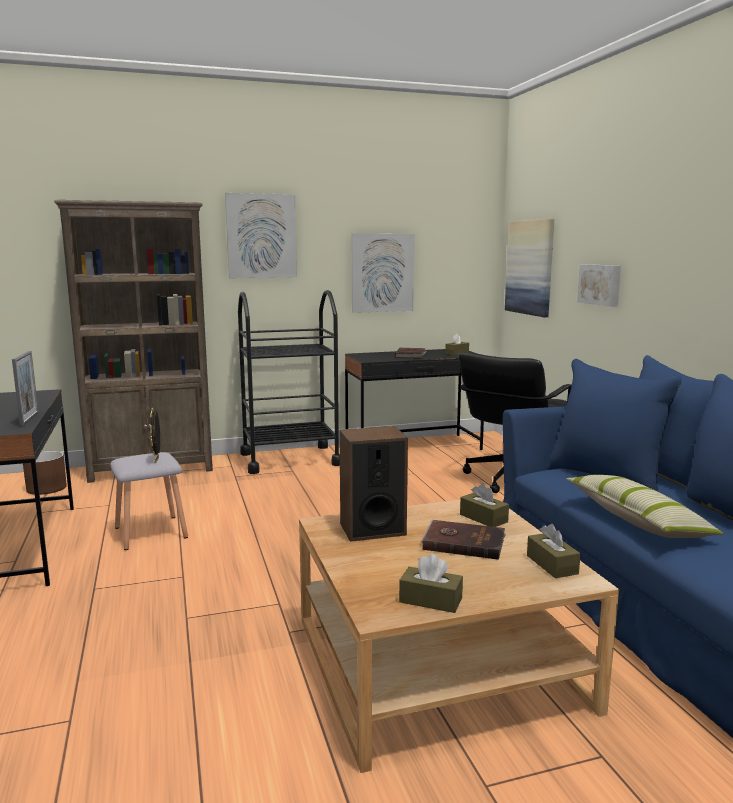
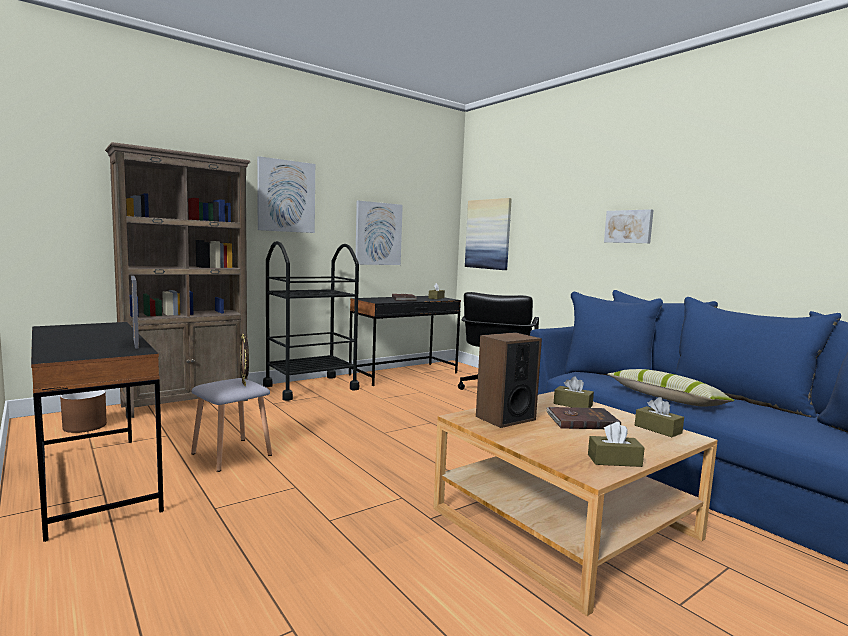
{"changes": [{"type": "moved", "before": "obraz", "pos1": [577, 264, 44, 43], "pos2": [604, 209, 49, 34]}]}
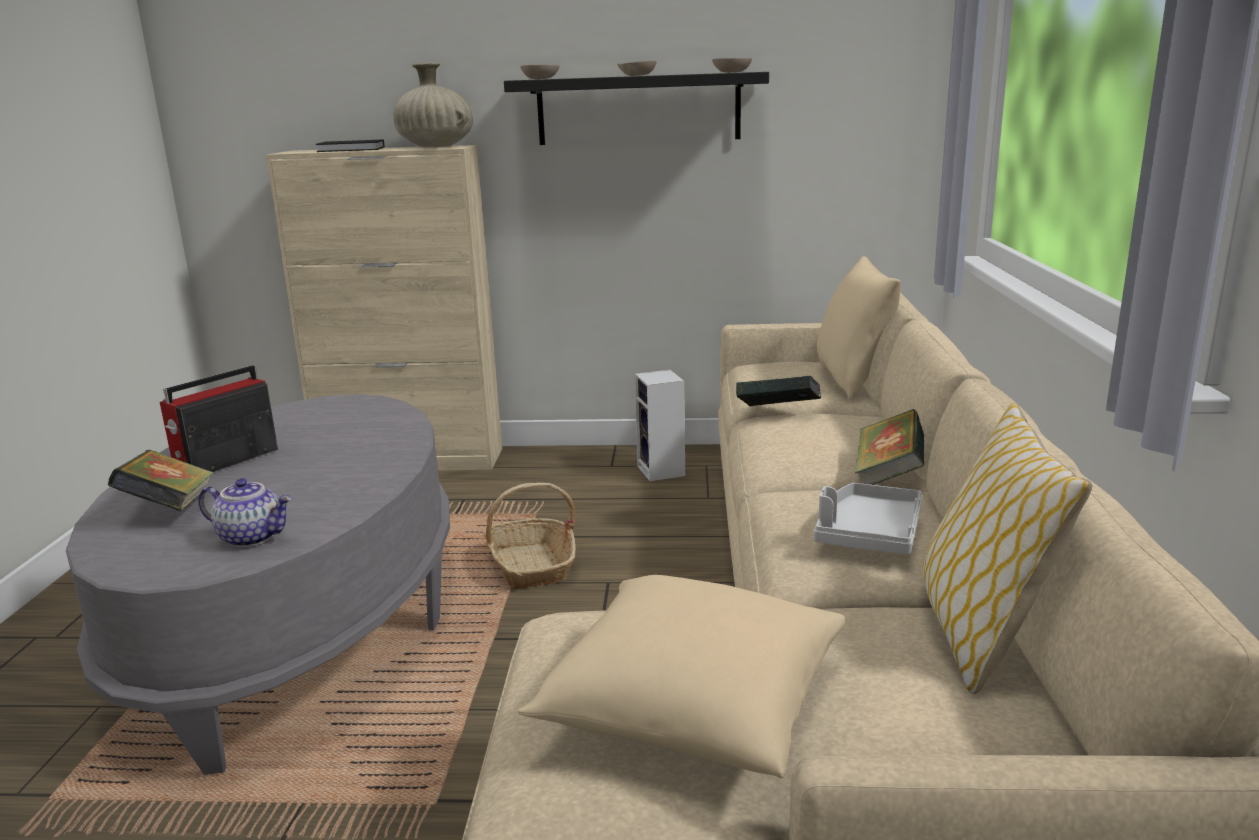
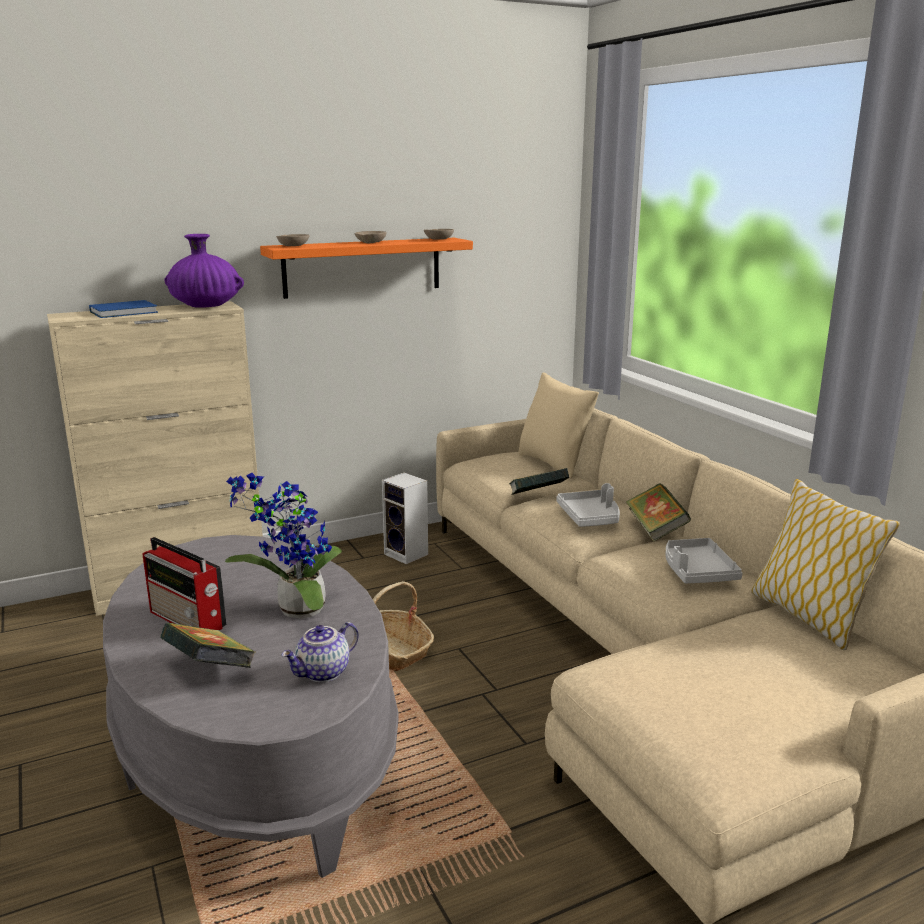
{"changes": [{"type": "removed", "before": "poduszka [beżowy]", "pos1": [518, 575, 327, 203]}, {"type": "added", "after": "roślina doniczkowa", "pos2": [225, 473, 117, 146]}, {"type": "added", "after": "taca [szary]", "pos2": [557, 483, 63, 44]}, {"type": "recoloured", "before": "książka [czarny]", "after": "książka [niebieski]", "pos1": [316, 139, 69, 13], "pos2": [89, 300, 69, 18]}, {"type": "recoloured", "before": "wazon [beżowy]", "after": "wazon [fioletowy]", "pos1": [394, 63, 79, 84], "pos2": [165, 234, 79, 74]}, {"type": "recoloured", "before": "półka [czarny]", "after": "półka [pomarańczowy]", "pos1": [504, 72, 265, 73], "pos2": [260, 238, 213, 61]}, {"type": "turned", "before": "radio", "pos1": [160, 366, 118, 106], "pos2": [142, 537, 84, 93], "turn": -60}, {"type": "turned", "before": "imbryk", "pos1": [198, 478, 94, 70], "pos2": [282, 622, 77, 60], "turn": 150}]}
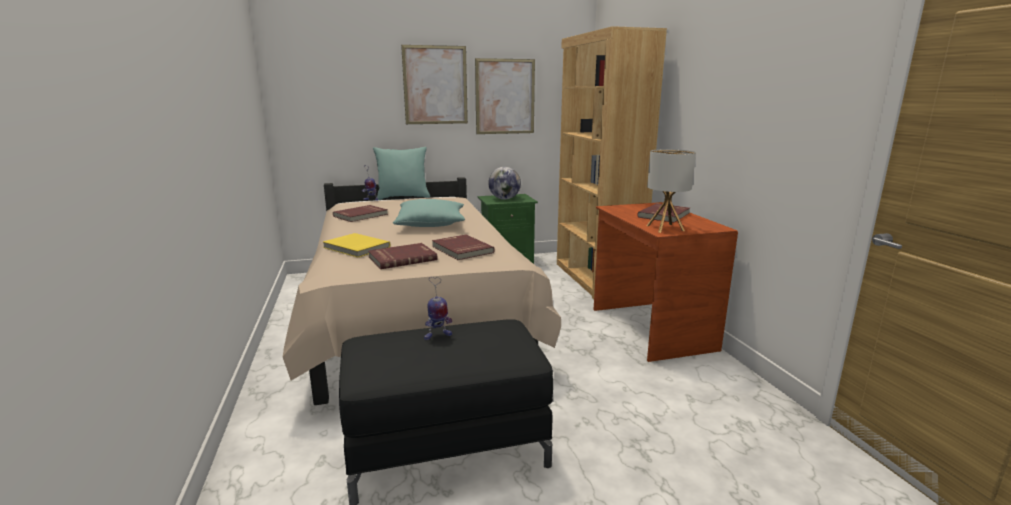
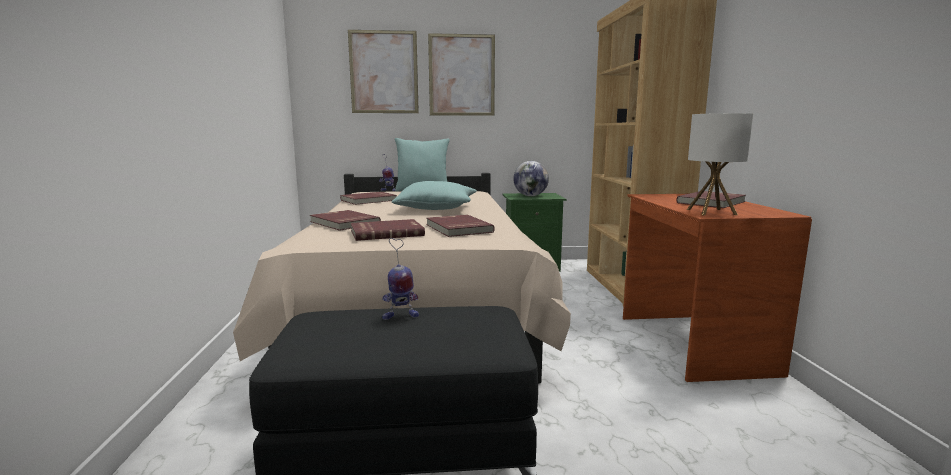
{"changes": [{"type": "moved", "before": "obraz", "pos1": [475, 58, 60, 76], "pos2": [348, 30, 71, 83]}, {"type": "recoloured", "before": "książka [żółty]", "after": "książka [czerwony]", "pos1": [323, 233, 67, 24], "pos2": [310, 210, 71, 21]}]}
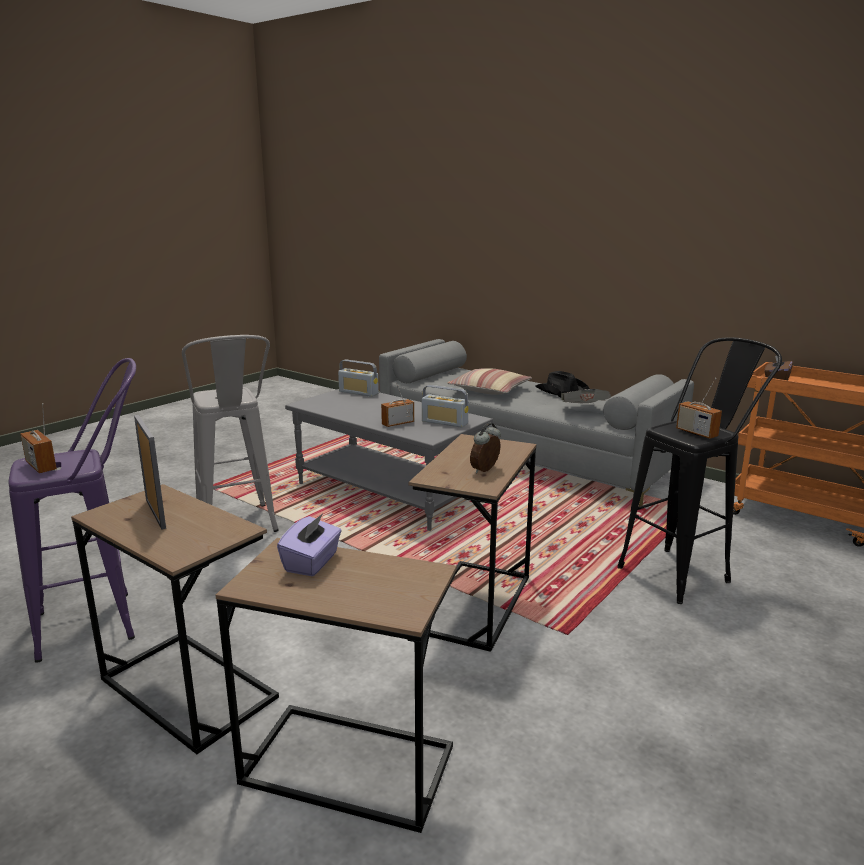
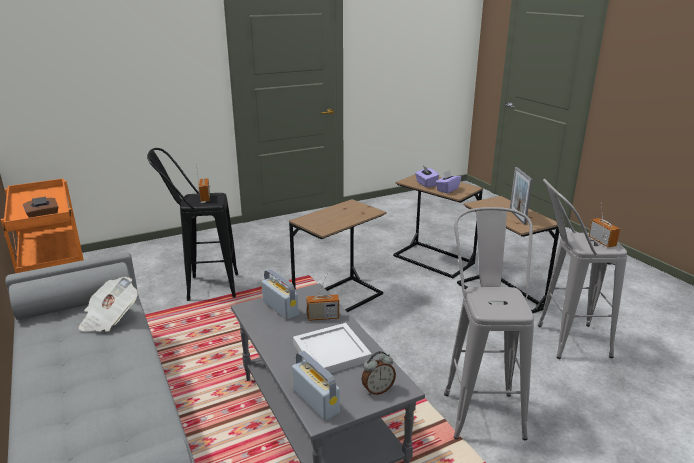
{"changes": [{"type": "removed", "before": "poduszka", "pos1": [447, 368, 85, 27]}, {"type": "removed", "before": "kapelusz [czarny]", "pos1": [535, 371, 55, 26]}, {"type": "added", "after": "taca [biały]", "pos2": [293, 323, 79, 50]}, {"type": "added", "after": "pudełko chusteczek [fioletowy]", "pos2": [415, 166, 24, 21]}, {"type": "moved", "before": "budzik", "pos1": [470, 423, 31, 50], "pos2": [362, 351, 34, 44]}, {"type": "recoloured", "before": "stołek [fioletowy]", "after": "stołek [szary]", "pos1": [9, 358, 127, 304], "pos2": [538, 179, 89, 180]}]}
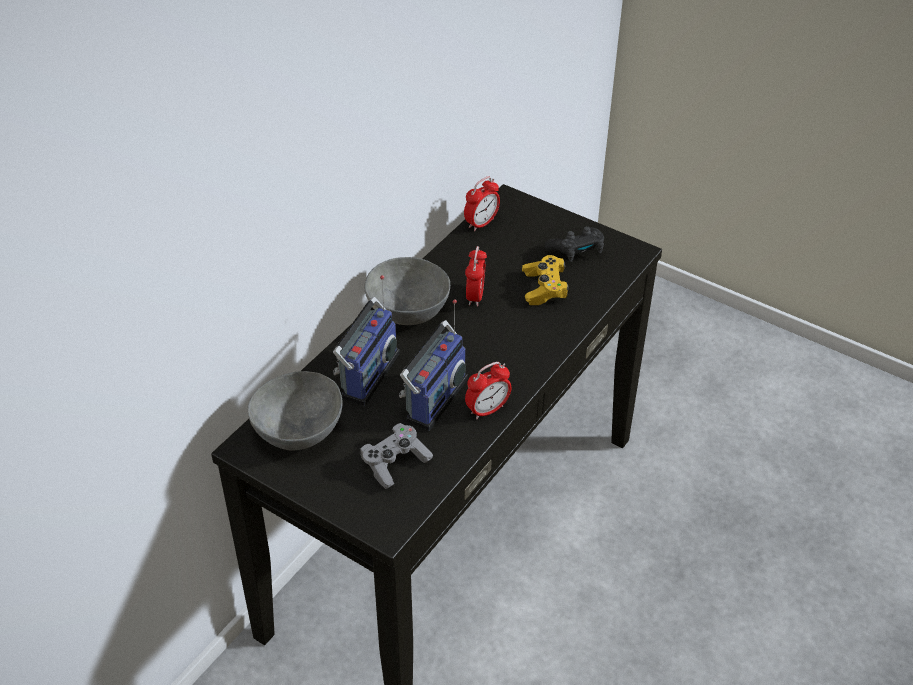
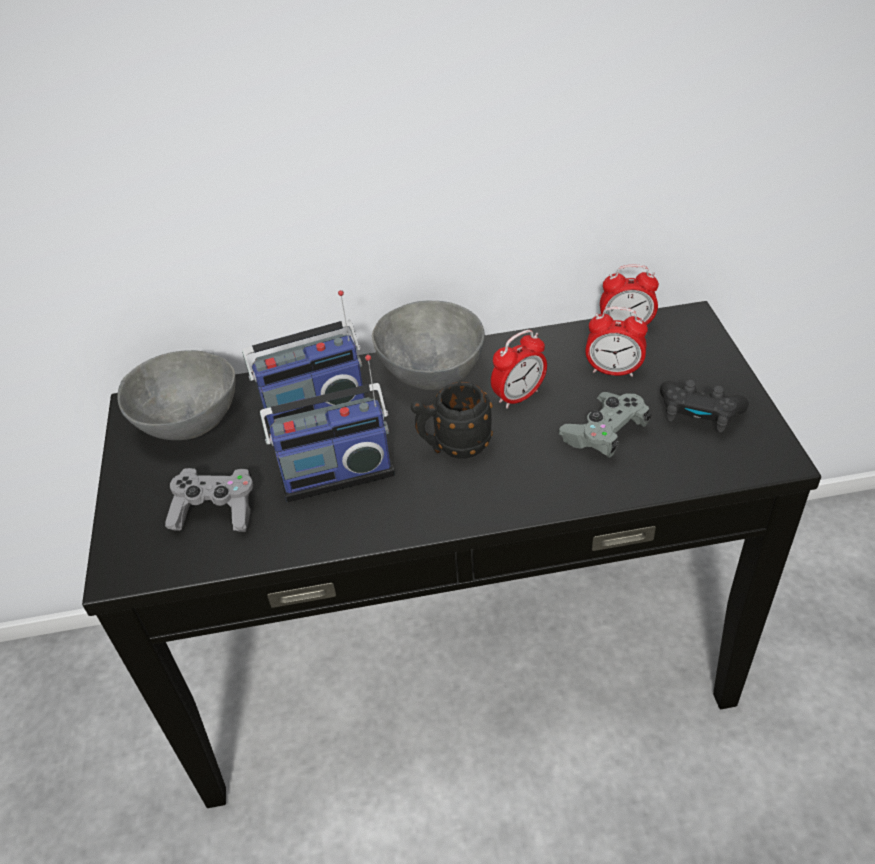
{"changes": [{"type": "added", "after": "kubek [czarny]", "pos2": [411, 382, 82, 77]}, {"type": "moved", "before": "budzik", "pos1": [465, 362, 46, 57], "pos2": [585, 307, 63, 70]}, {"type": "recoloured", "before": "pad do gier [żółty]", "after": "pad do gier [szary]", "pos1": [522, 255, 47, 50], "pos2": [559, 392, 93, 66]}]}
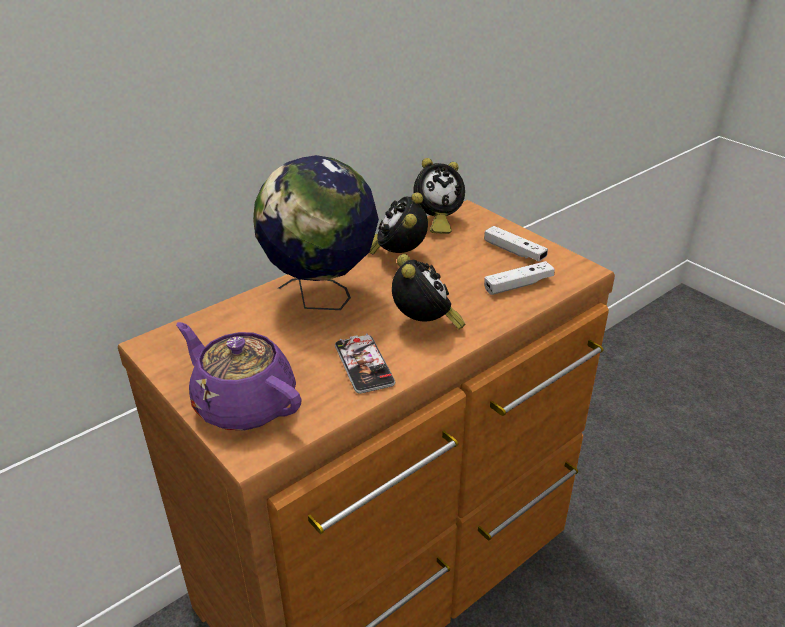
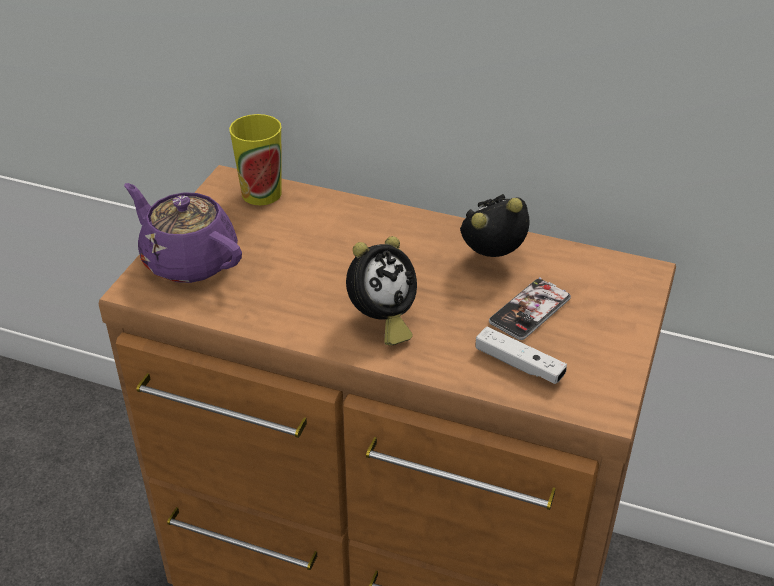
{"changes": [{"type": "removed", "before": "globus", "pos1": [253, 155, 126, 155]}, {"type": "removed", "before": "budzik", "pos1": [413, 158, 52, 76]}, {"type": "removed", "before": "pad do gier [biały]", "pos1": [484, 226, 64, 35]}, {"type": "added", "after": "filiżanka", "pos2": [229, 114, 53, 91]}, {"type": "moved", "before": "telefon", "pos1": [335, 333, 60, 61], "pos2": [489, 277, 82, 63]}, {"type": "turned", "before": "imbryk [fioletowy]", "pos1": [176, 322, 126, 108], "pos2": [124, 183, 118, 100], "turn": -60}]}
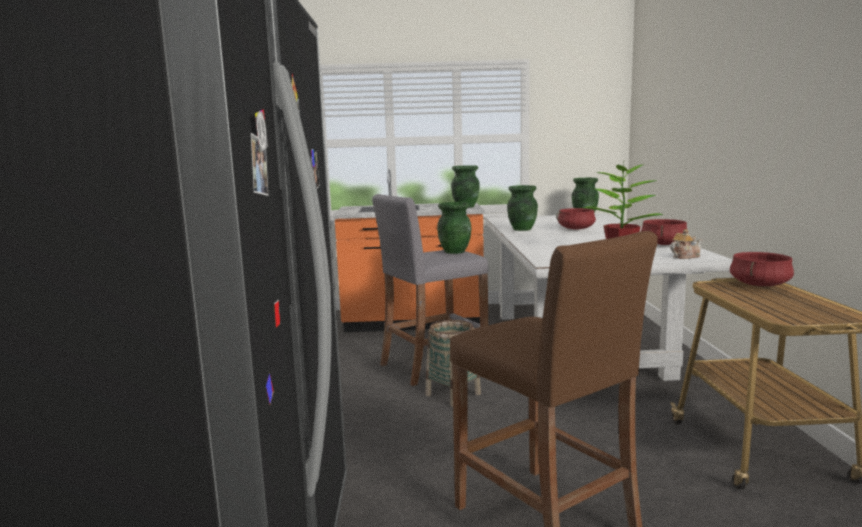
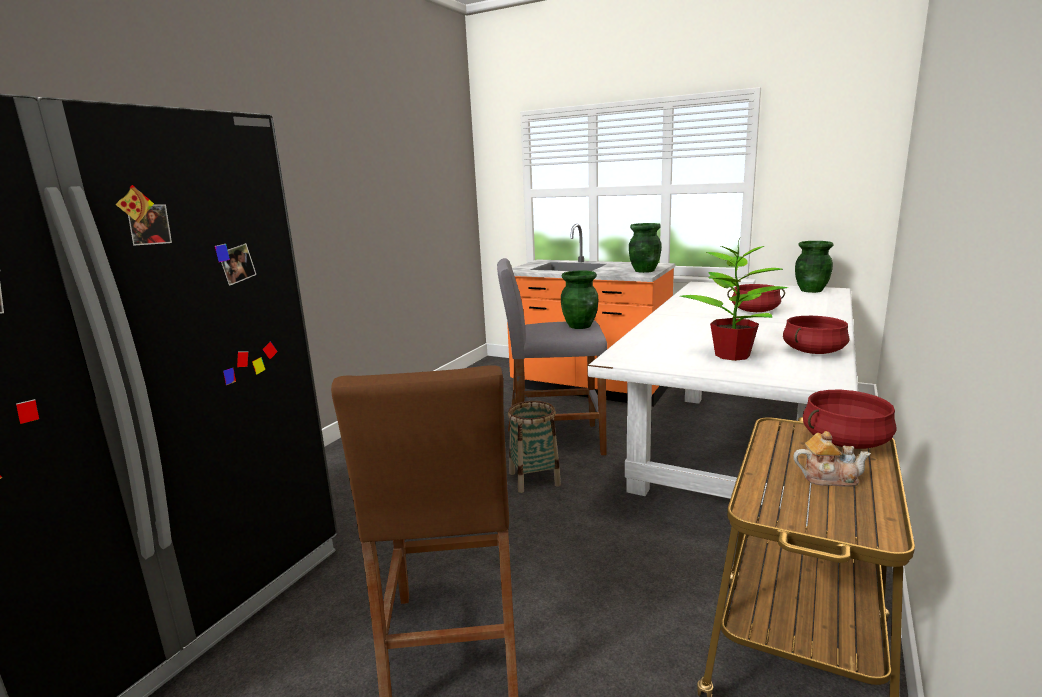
{"changes": [{"type": "removed", "before": "wazon [zielony]", "pos1": [507, 185, 31, 46]}, {"type": "moved", "before": "imbryk", "pos1": [670, 229, 33, 30], "pos2": [793, 431, 78, 56]}]}
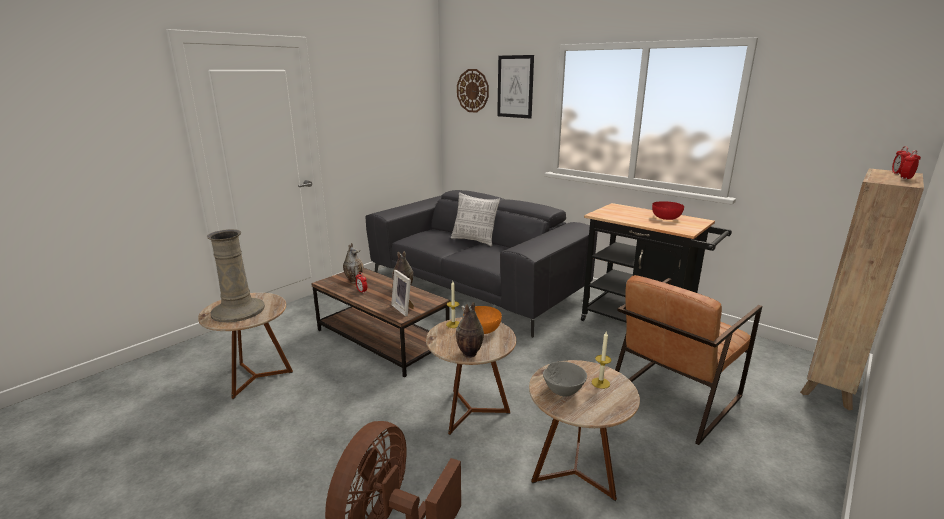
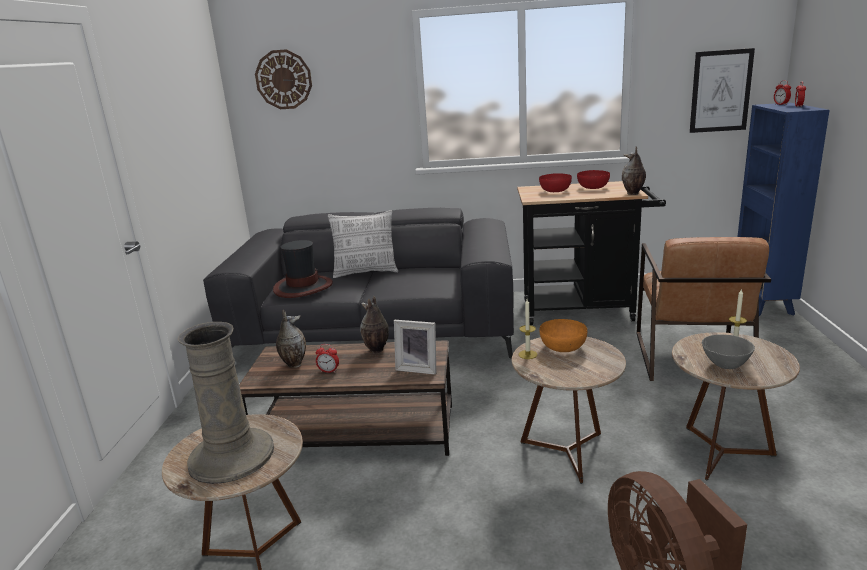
{"changes": [{"type": "added", "after": "kapelusz", "pos2": [273, 240, 60, 58]}, {"type": "added", "after": "miska [czerwony]", "pos2": [539, 174, 33, 18]}, {"type": "moved", "before": "wazon", "pos1": [455, 302, 29, 56], "pos2": [622, 146, 24, 49]}, {"type": "moved", "before": "obraz", "pos1": [497, 55, 37, 64], "pos2": [690, 48, 65, 85]}, {"type": "recoloured", "before": "regał [brązowy]", "after": "regał [niebieski]", "pos1": [800, 168, 124, 242], "pos2": [737, 103, 93, 213]}]}
